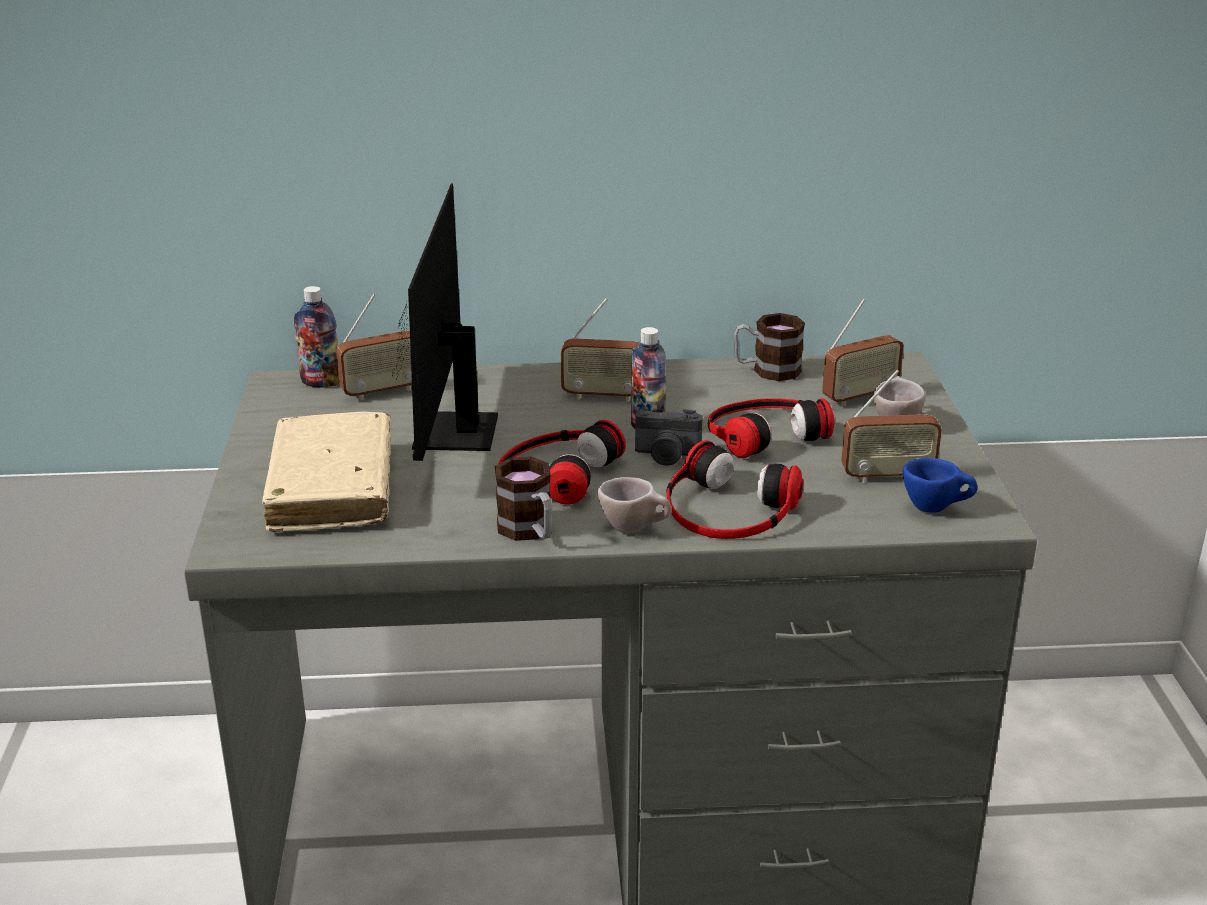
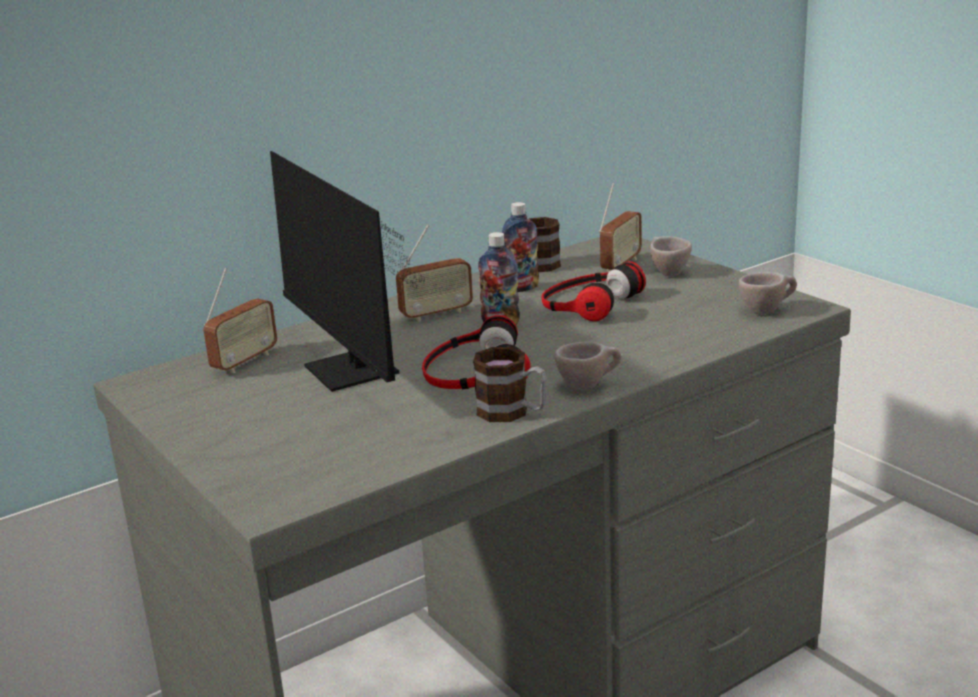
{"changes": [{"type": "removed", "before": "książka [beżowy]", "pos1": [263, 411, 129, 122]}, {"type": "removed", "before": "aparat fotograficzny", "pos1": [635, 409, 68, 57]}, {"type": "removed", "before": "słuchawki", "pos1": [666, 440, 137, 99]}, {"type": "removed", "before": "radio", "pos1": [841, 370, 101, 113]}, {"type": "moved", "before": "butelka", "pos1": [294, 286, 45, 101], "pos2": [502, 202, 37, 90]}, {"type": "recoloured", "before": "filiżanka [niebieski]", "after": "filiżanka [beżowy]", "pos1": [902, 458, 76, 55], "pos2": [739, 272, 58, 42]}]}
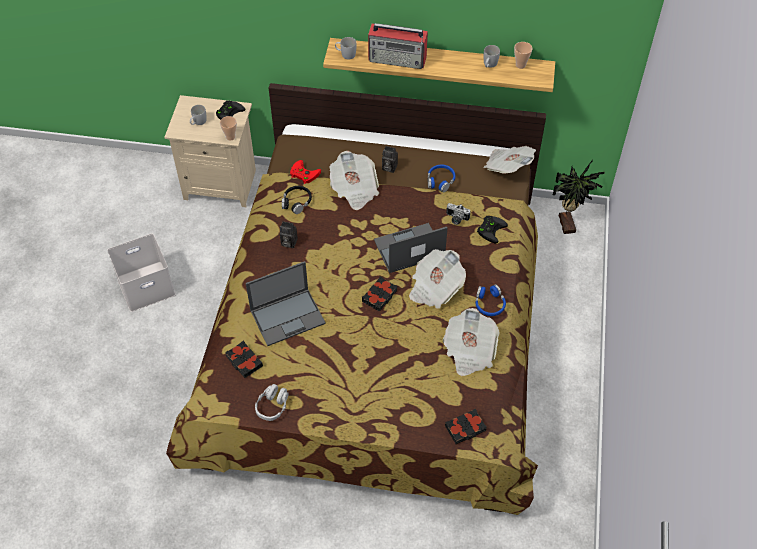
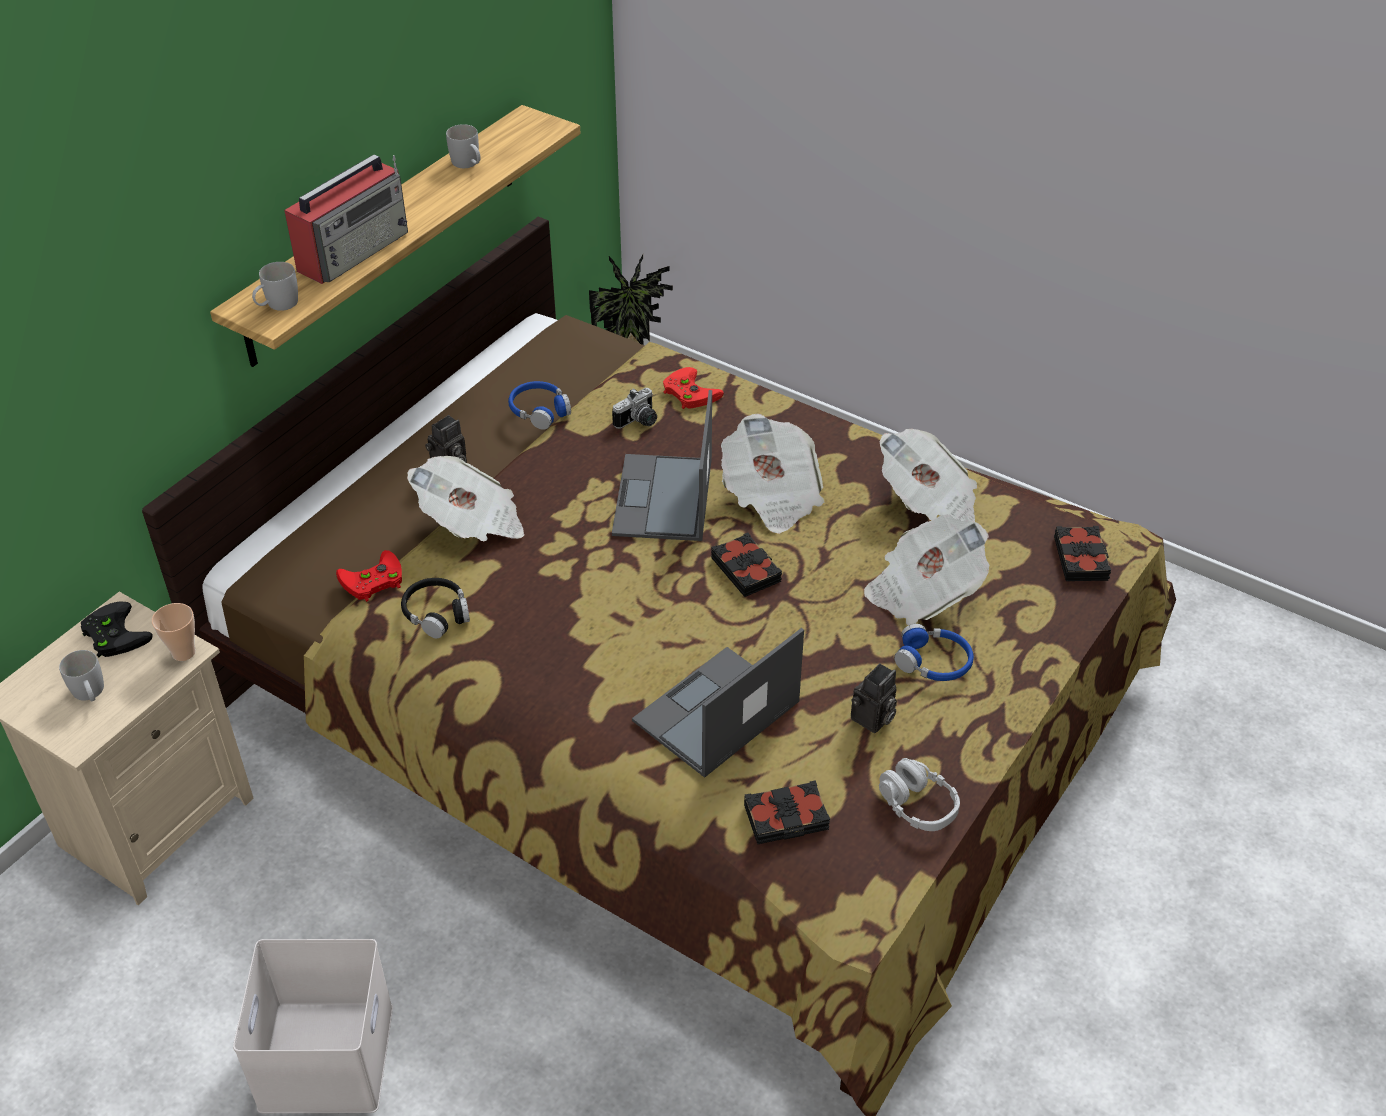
{"changes": [{"type": "removed", "before": "filiżanka", "pos1": [514, 42, 18, 27]}, {"type": "moved", "before": "aparat fotograficzny", "pos1": [280, 221, 18, 27], "pos2": [851, 663, 46, 70]}, {"type": "moved", "before": "słuchawki [niebieski]", "pos1": [475, 284, 31, 32], "pos2": [894, 624, 80, 57]}, {"type": "moved", "before": "gazeta", "pos1": [483, 146, 53, 28], "pos2": [864, 514, 126, 111]}, {"type": "recoloured", "before": "pad do gier [czarny]", "after": "pad do gier [czerwony]", "pos1": [477, 216, 31, 27], "pos2": [663, 367, 61, 42]}, {"type": "turned", "before": "laptop", "pos1": [246, 261, 80, 85], "pos2": [632, 628, 172, 150], "turn": -135}]}
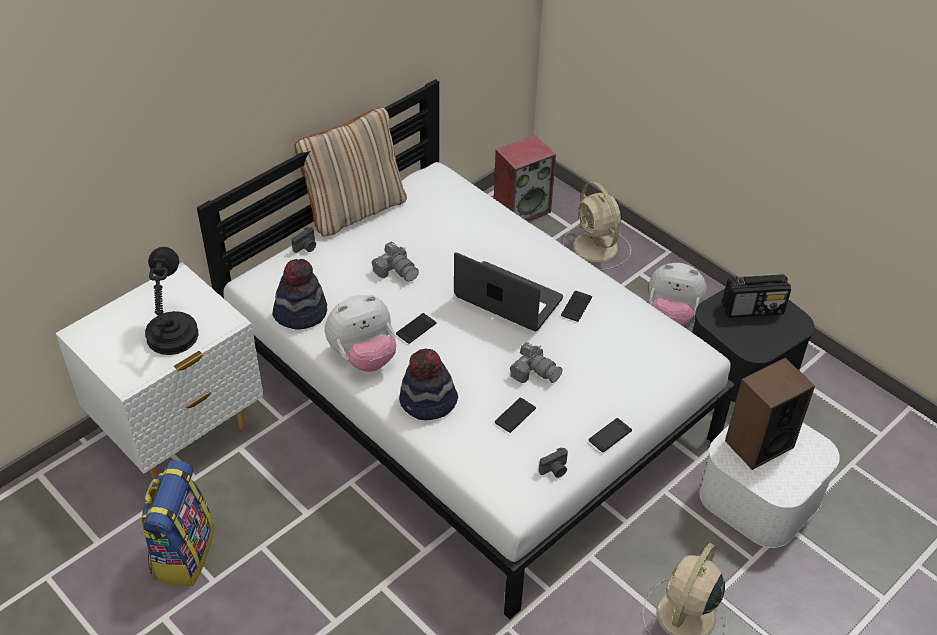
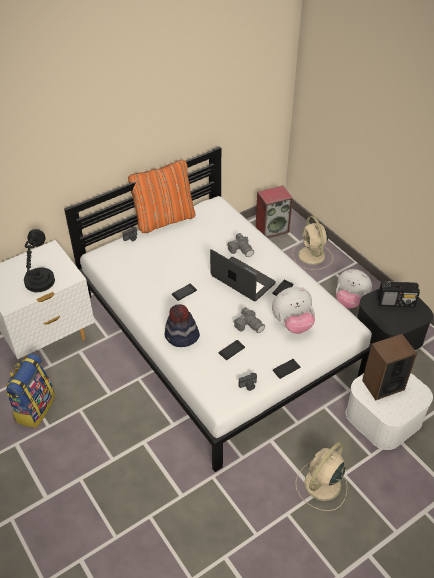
{"changes": [{"type": "removed", "before": "kapelusz", "pos1": [272, 259, 55, 71]}, {"type": "moved", "before": "pluszak", "pos1": [325, 295, 71, 77], "pos2": [272, 287, 43, 47]}, {"type": "moved", "before": "aparat fotograficzny", "pos1": [372, 241, 47, 41], "pos2": [227, 233, 27, 24]}, {"type": "recoloured", "before": "poduszka [beżowy]", "after": "poduszka [pomarańczowy]", "pos1": [294, 107, 113, 130], "pos2": [128, 160, 68, 73]}]}
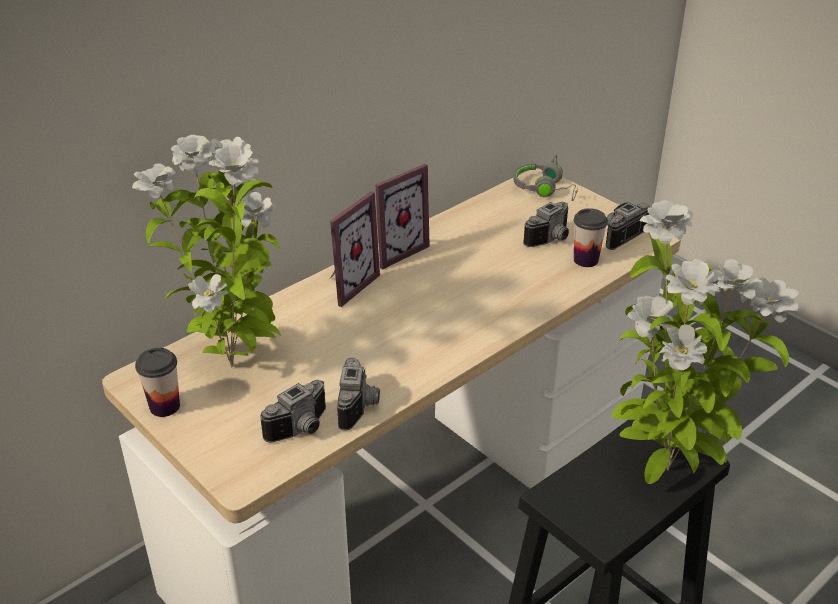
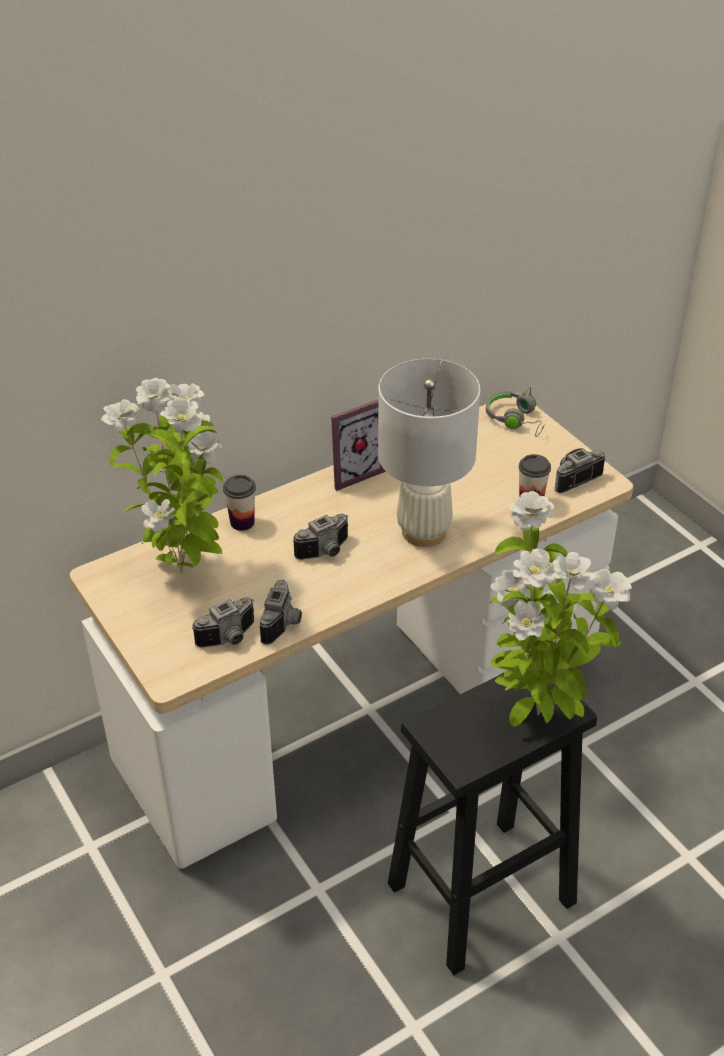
{"changes": [{"type": "removed", "before": "ramka na zdjęcie", "pos1": [330, 191, 50, 116]}, {"type": "added", "after": "lampa stołowa [biały]", "pos2": [378, 359, 102, 188]}, {"type": "moved", "before": "filiżanka", "pos1": [135, 348, 45, 69], "pos2": [223, 475, 33, 56]}, {"type": "moved", "before": "aparat fotograficzny", "pos1": [523, 202, 46, 45], "pos2": [293, 514, 55, 46]}]}
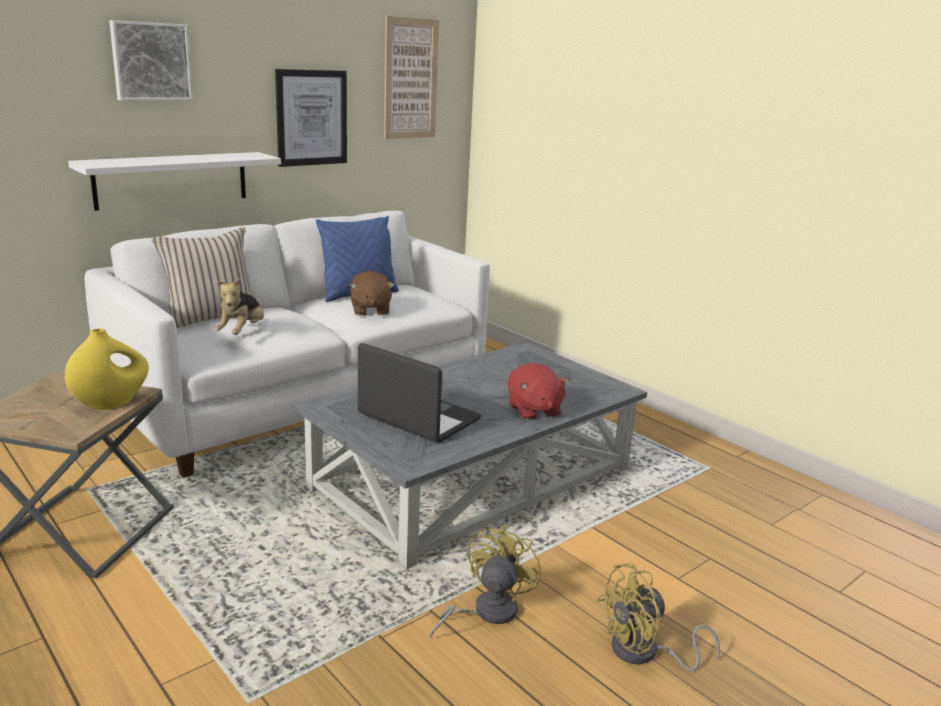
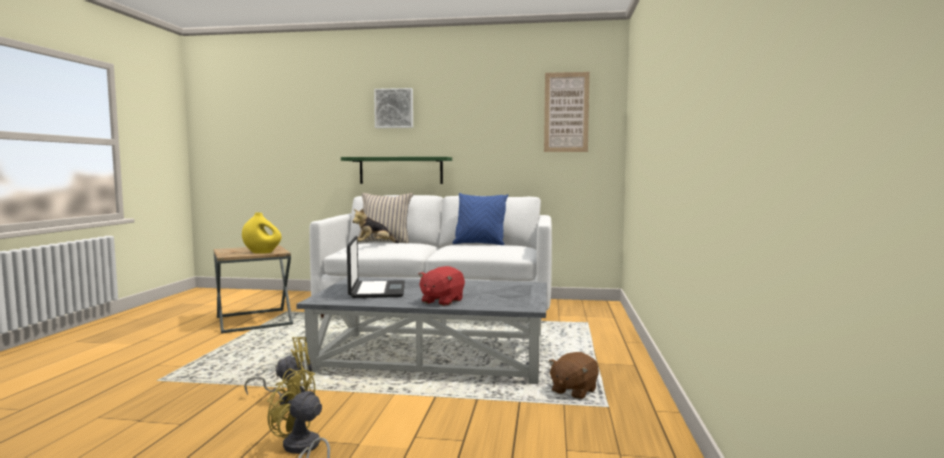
{"changes": [{"type": "removed", "before": "obraz", "pos1": [275, 69, 72, 98]}, {"type": "moved", "before": "pluszak [brązowy]", "pos1": [350, 271, 44, 45], "pos2": [548, 352, 51, 47]}, {"type": "recoloured", "before": "półka [biały]", "after": "półka [zielony]", "pos1": [68, 152, 213, 59], "pos2": [341, 157, 111, 27]}]}
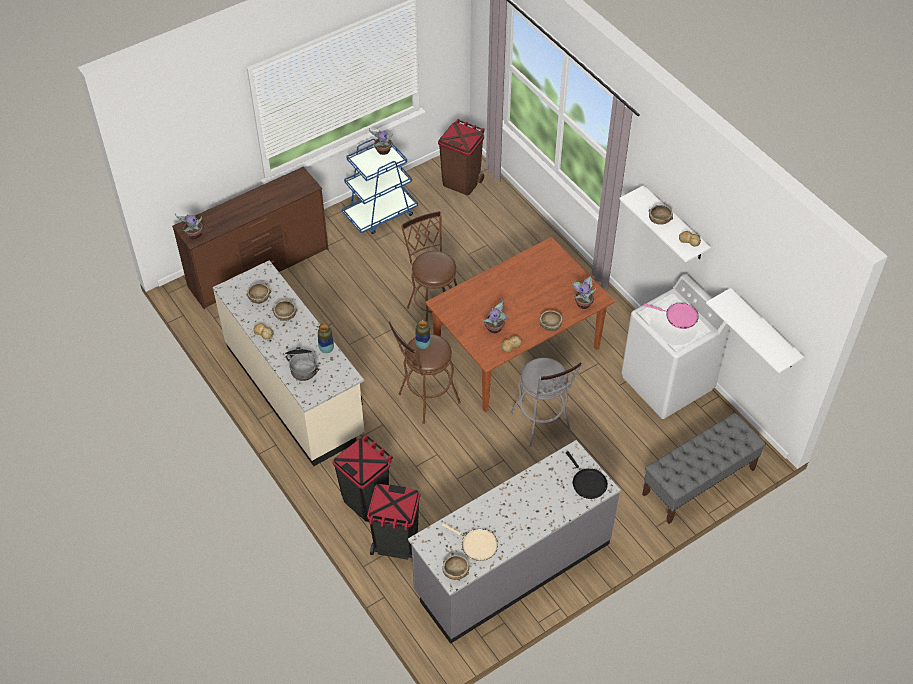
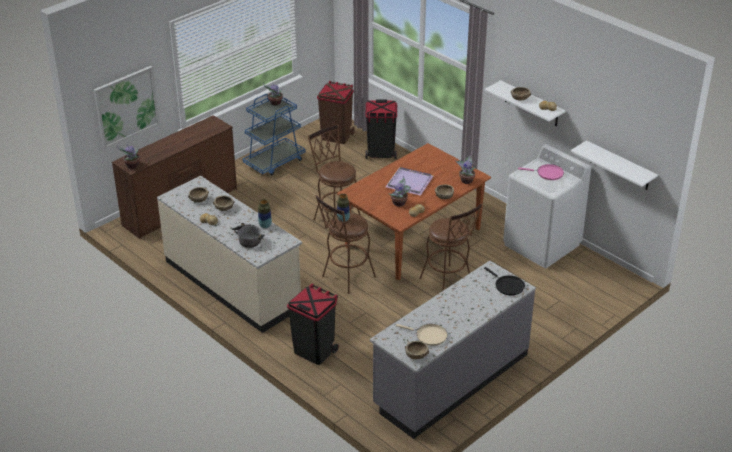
{"changes": [{"type": "removed", "before": "ławka [szary]", "pos1": [642, 413, 124, 111]}, {"type": "added", "after": "obraz", "pos2": [94, 66, 66, 83]}, {"type": "added", "after": "taca [fioletowy]", "pos2": [385, 167, 48, 29]}, {"type": "moved", "before": "kosz na śmieci [czarny]", "pos1": [367, 484, 53, 76], "pos2": [365, 99, 32, 60]}, {"type": "recoloured", "before": "stołek [szary]", "after": "stołek [brązowy]", "pos1": [510, 358, 73, 89], "pos2": [419, 203, 63, 88]}]}
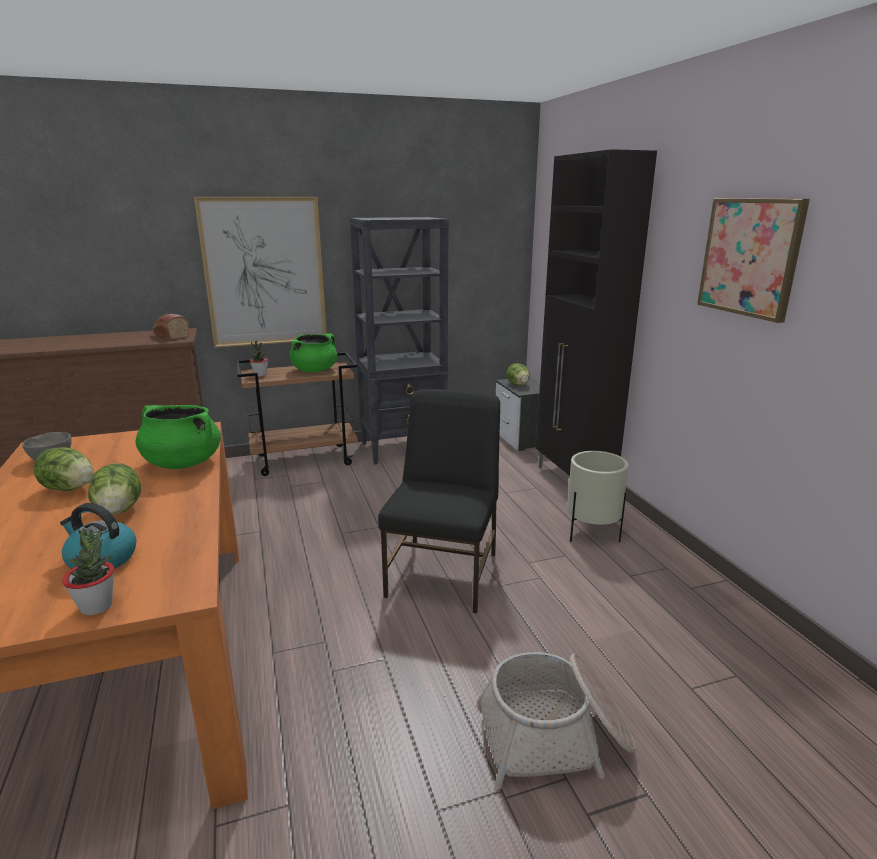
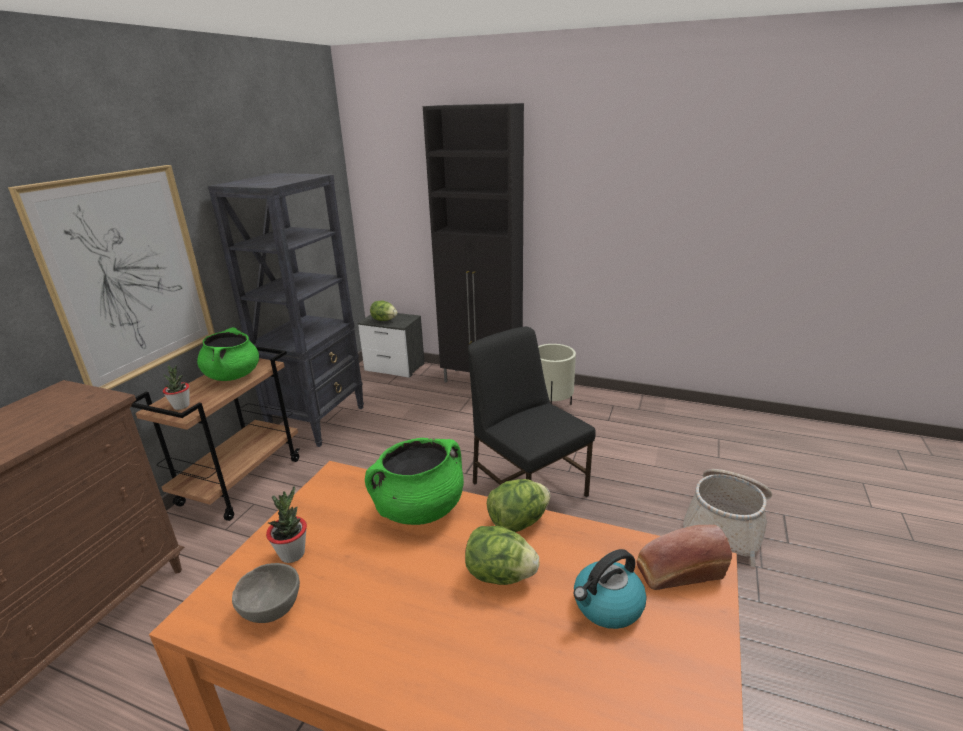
{"changes": [{"type": "removed", "before": "obraz", "pos1": [697, 198, 113, 125]}, {"type": "moved", "before": "sałata", "pos1": [33, 447, 61, 44], "pos2": [487, 479, 63, 53]}, {"type": "moved", "before": "roślina doniczkowa", "pos1": [62, 528, 52, 87], "pos2": [266, 486, 41, 77]}, {"type": "moved", "before": "chleb", "pos1": [153, 314, 36, 26], "pos2": [636, 525, 96, 65]}]}
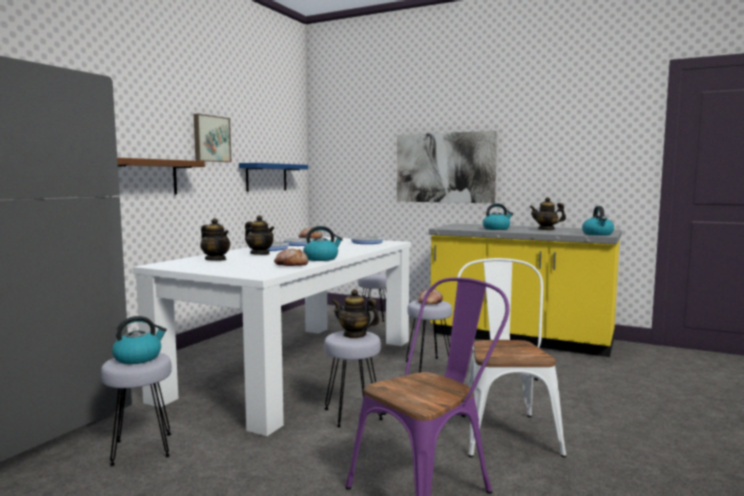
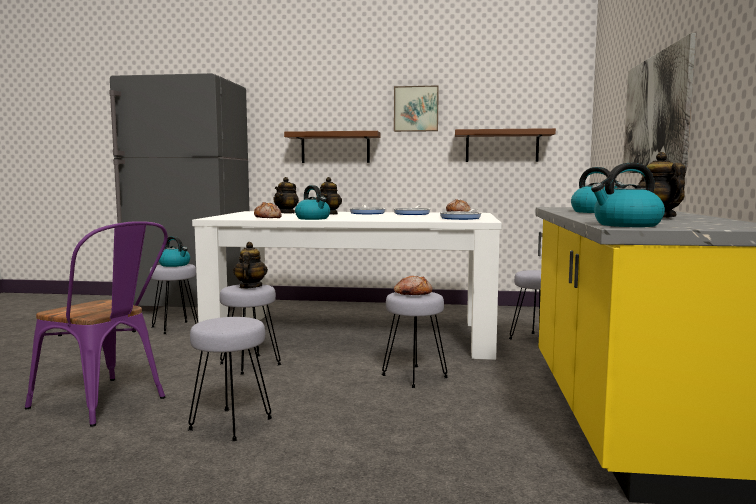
{"changes": [{"type": "replaced", "before": "krzesło [biały]", "after": "stołek [szary]", "pos1": [457, 258, 110, 200], "pos2": [188, 317, 84, 124]}, {"type": "recoloured", "before": "półka [niebieski]", "after": "półka [brązowy]", "pos1": [239, 163, 69, 29], "pos2": [455, 128, 101, 34]}]}
